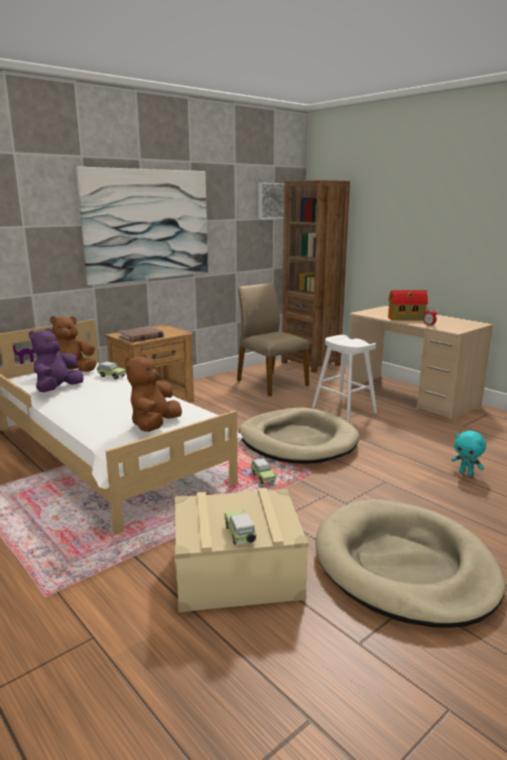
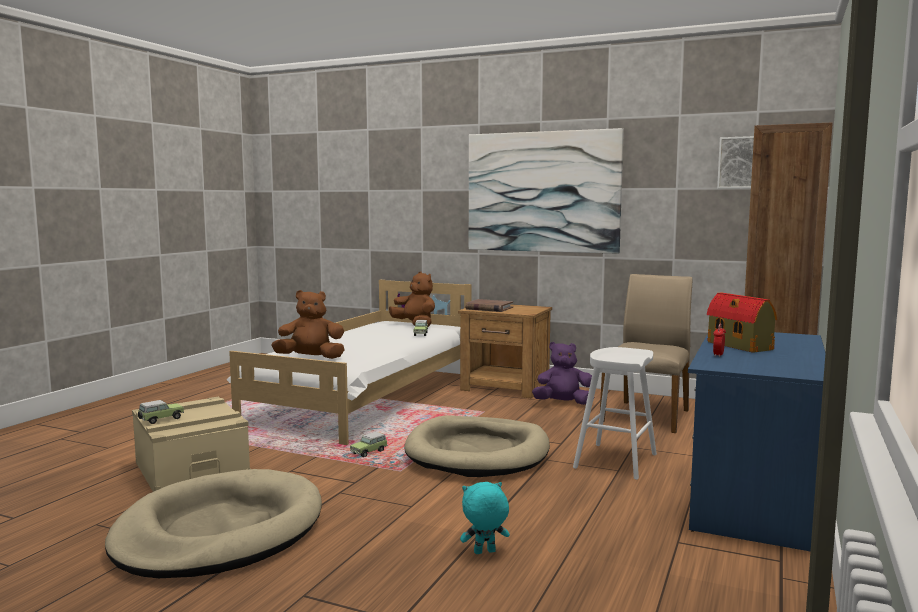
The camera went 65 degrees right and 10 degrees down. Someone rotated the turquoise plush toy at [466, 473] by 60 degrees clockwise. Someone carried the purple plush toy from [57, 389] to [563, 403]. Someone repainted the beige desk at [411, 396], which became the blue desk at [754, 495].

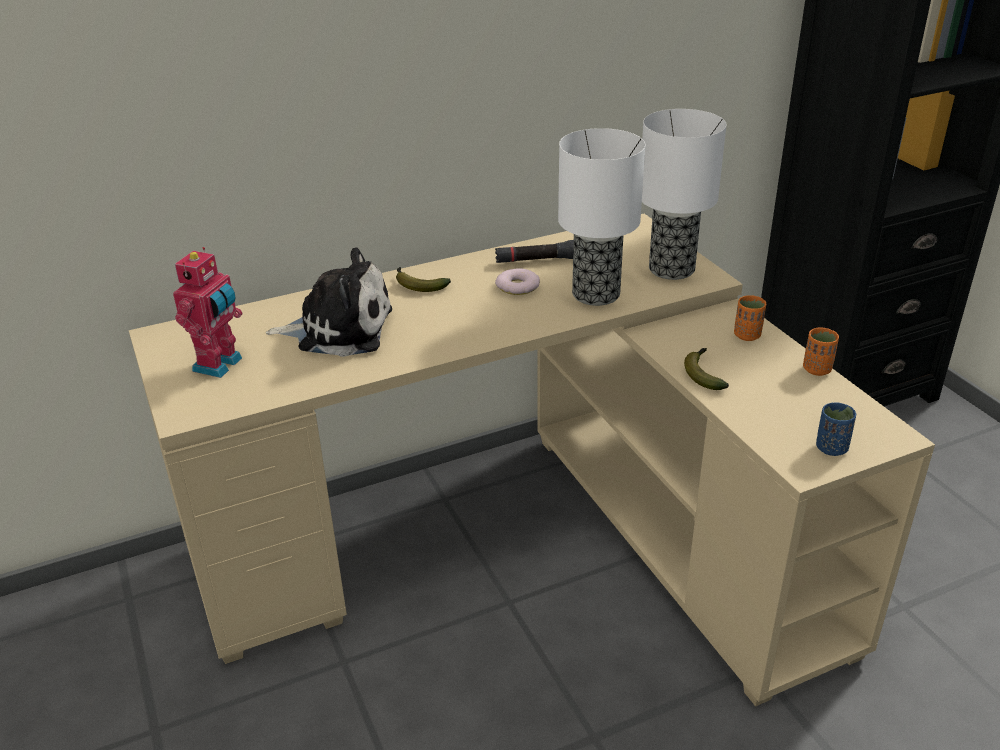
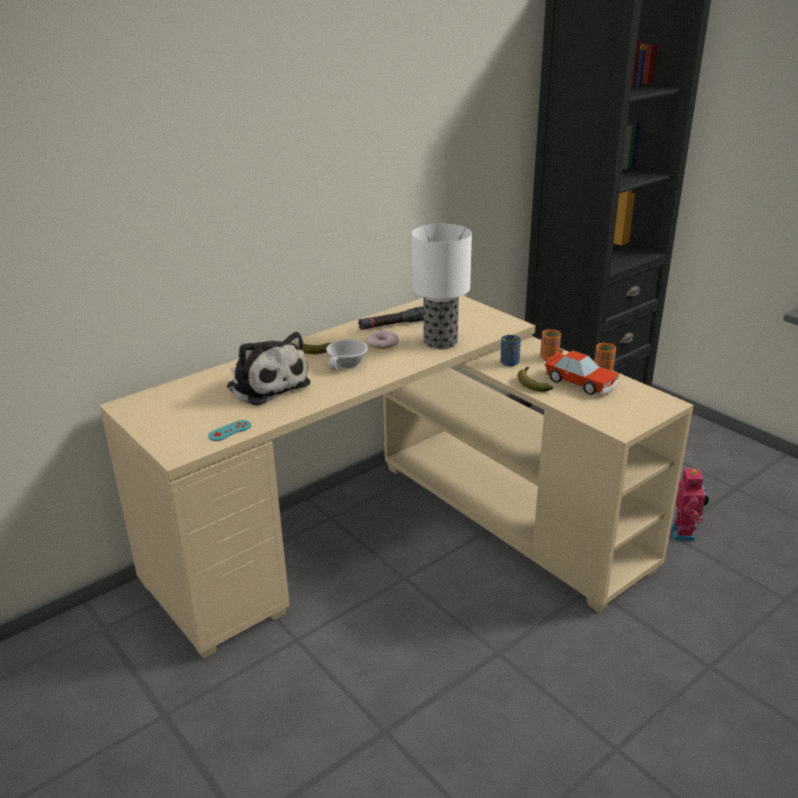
The camera went 15 degrees left and 5 degrees down. Someone put down the turquoise game controller at [230, 431]. Someone rotated the plush toy at [339, 329] by 60 degrees clockwise. Someone put down the white cup at [348, 365]. Someone carried the blue cup from [831, 448] to [509, 363]. Someone put down the toy car at [580, 383]. Someone carried the toy robot from [220, 365] to [684, 533]. Someone took away the table lamp at [670, 269].

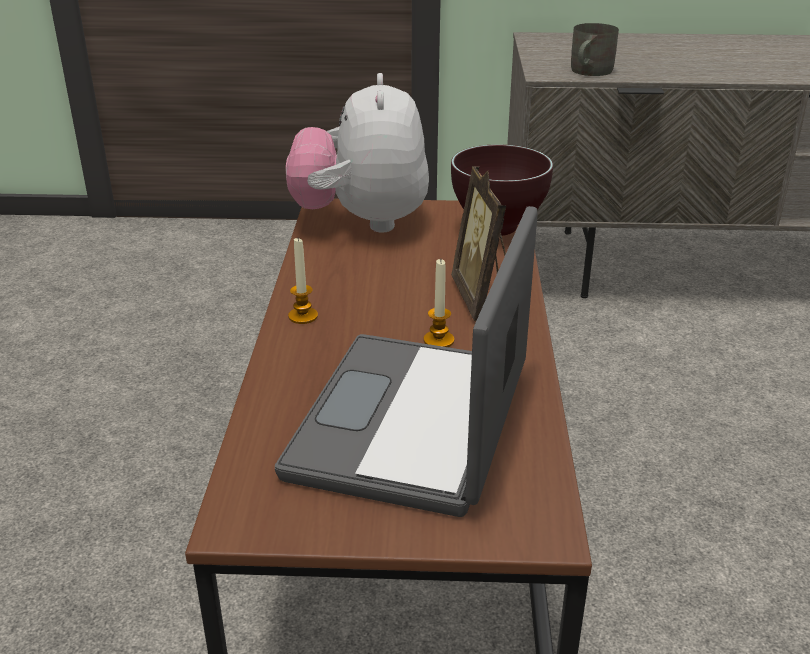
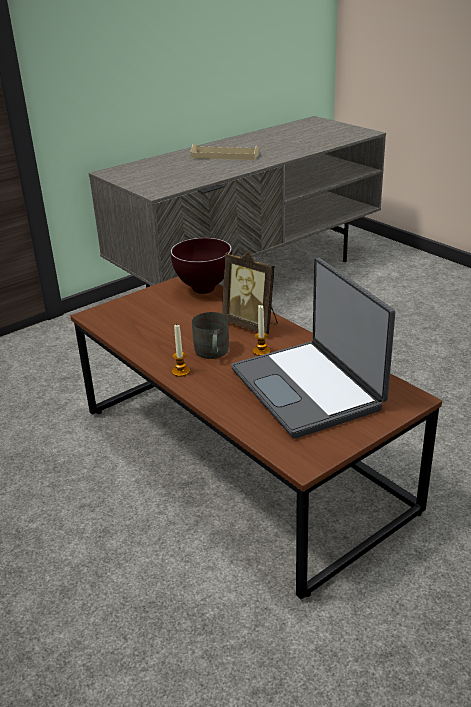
The camera went 40 degrees left and 0 degrees up. Someone put down the beige tray at [224, 156]. Someone carried the grey mug from [588, 71] to [212, 353]. Someone took away the plush toy at [362, 221].

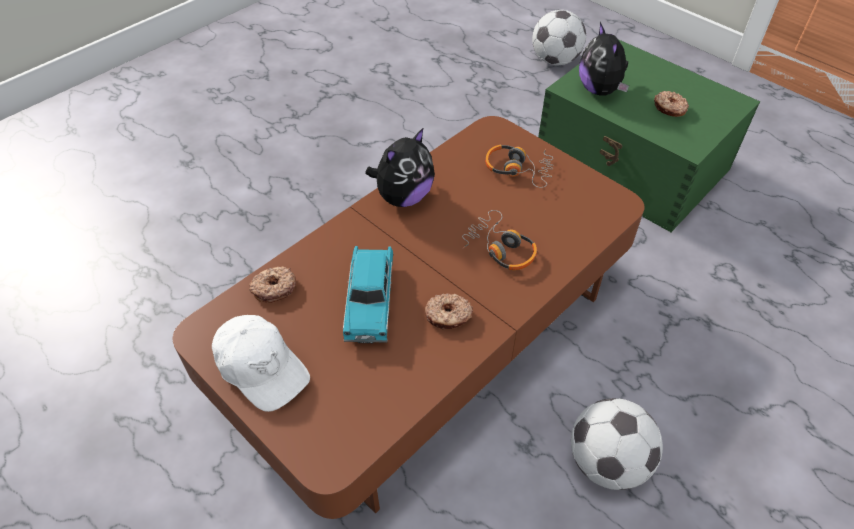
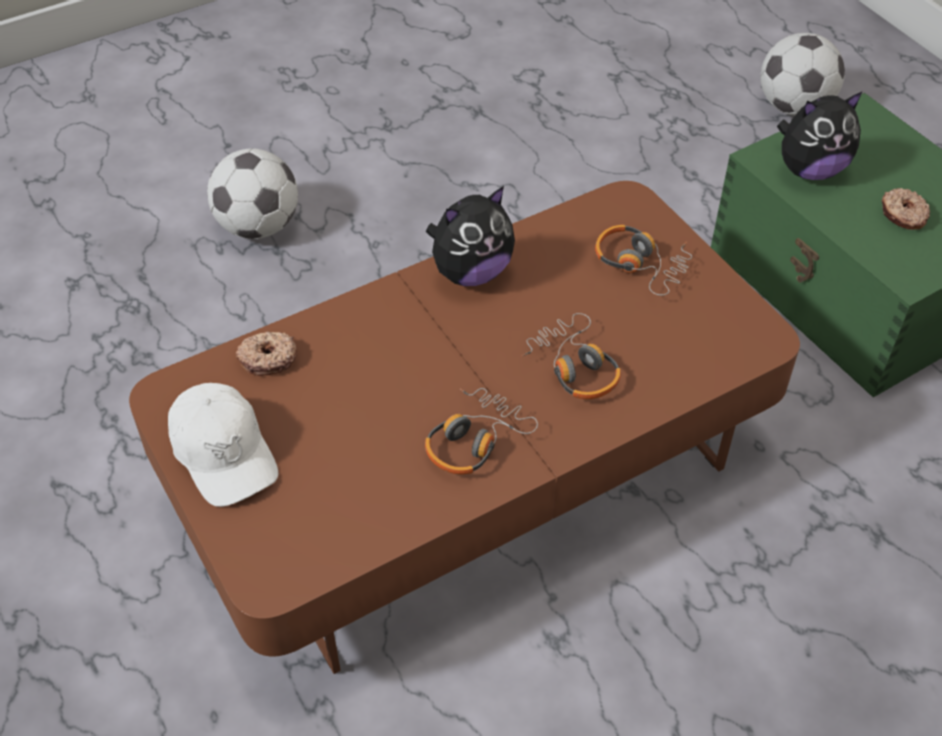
The camera went 15 degrees right and 0 degrees up. Someone carried the football from [607, 462] to [258, 226]. Someone swapped the donut at [448, 316] for the headphones at [474, 440]. Someone rotated the plush toy at [600, 90] by 105 degrees counterclockwise. Someone took away the turquoise toy car at [370, 302].

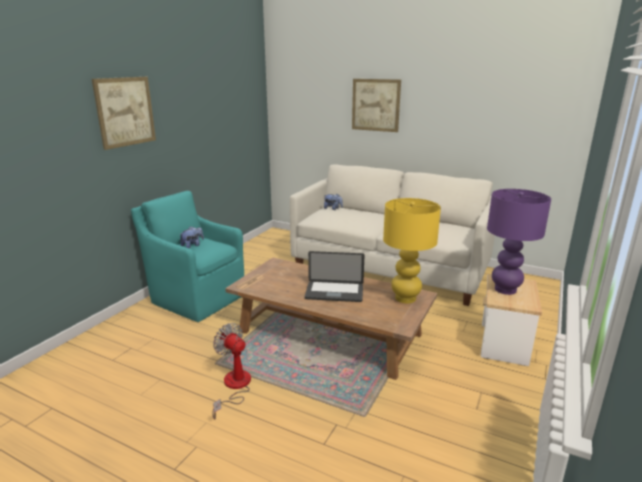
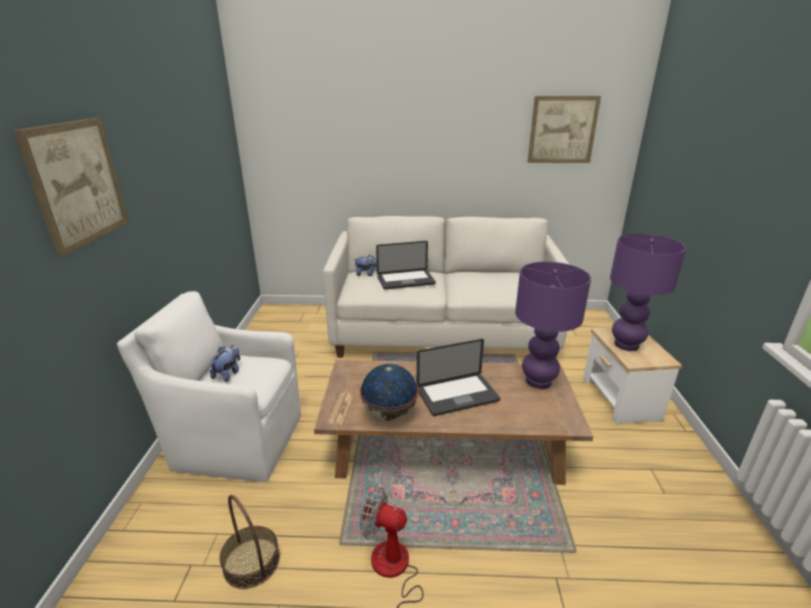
The camera went 25 degrees left and 5 degrees up. Someone repainted the turquoise armchair at [197, 298], which became the white armchair at [235, 441]. Someone put down the basket at [252, 562]. Someone put down the globe at [389, 414]. Someone put down the laptop at [406, 280]. Someone repainted the yellow table lamp at [405, 298], which became the purple table lamp at [538, 381]. Someone carried the picture from [375, 105] to [562, 130].

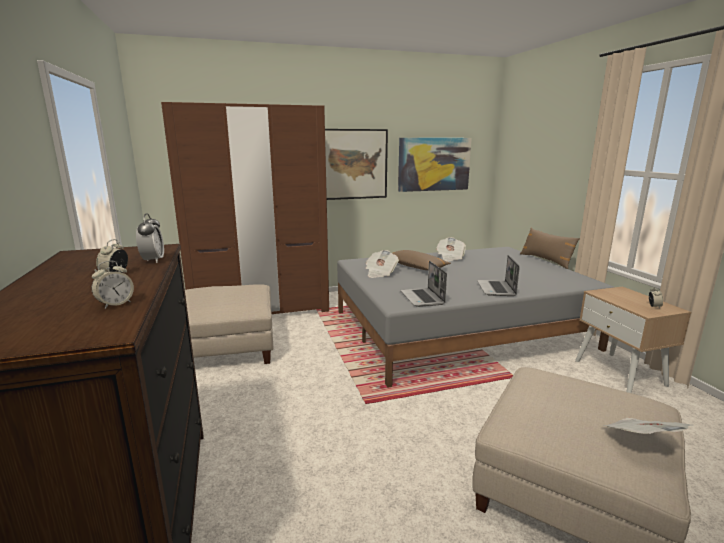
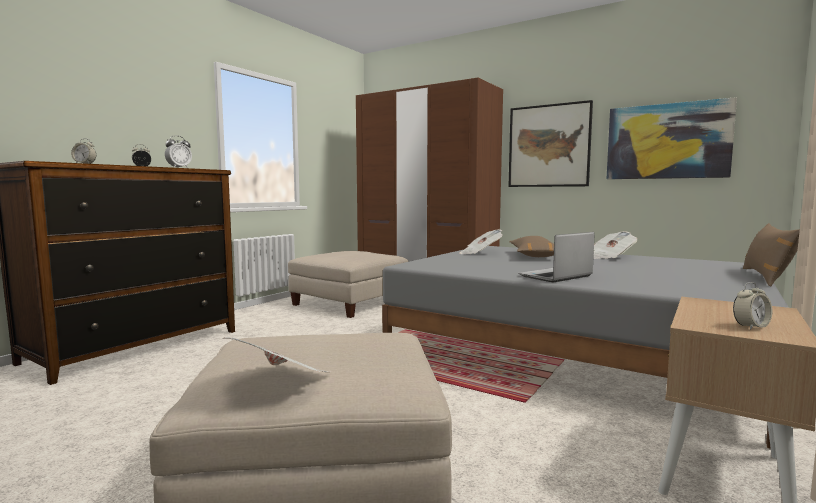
The camera went 50 degrees right and 10 degrees down. Someone took away the laptop at [422, 298].

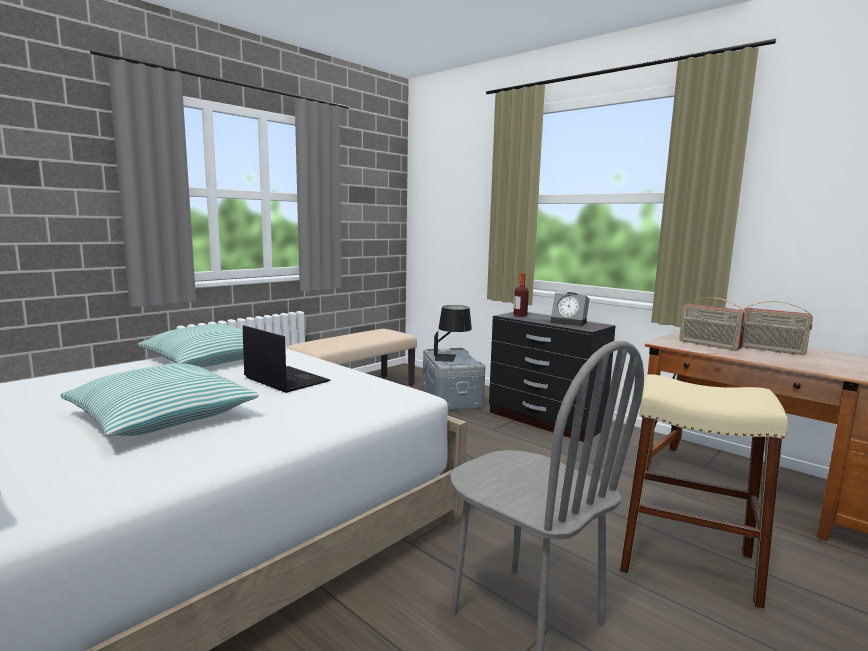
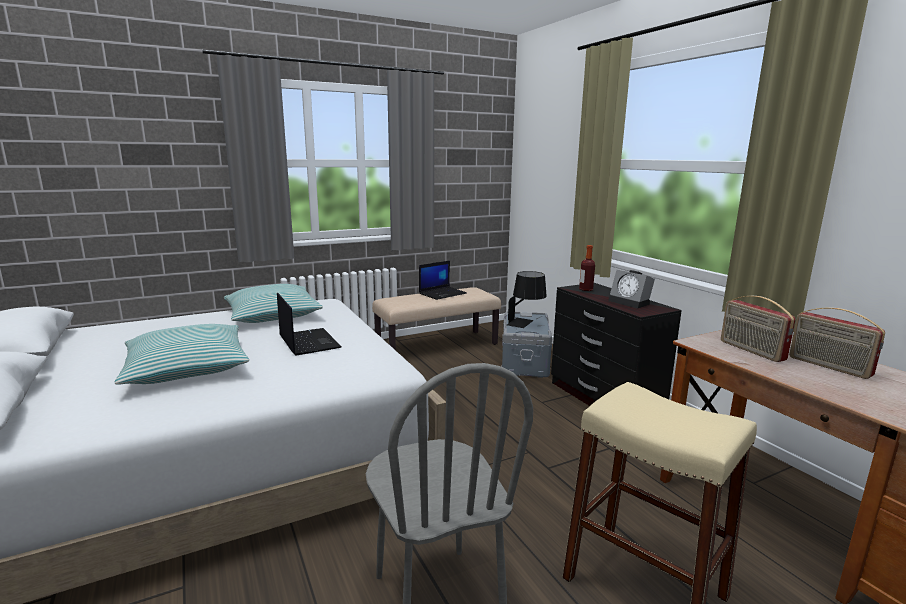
The camera went 20 degrees right and 5 degrees up. Someone put down the laptop at [443, 293].

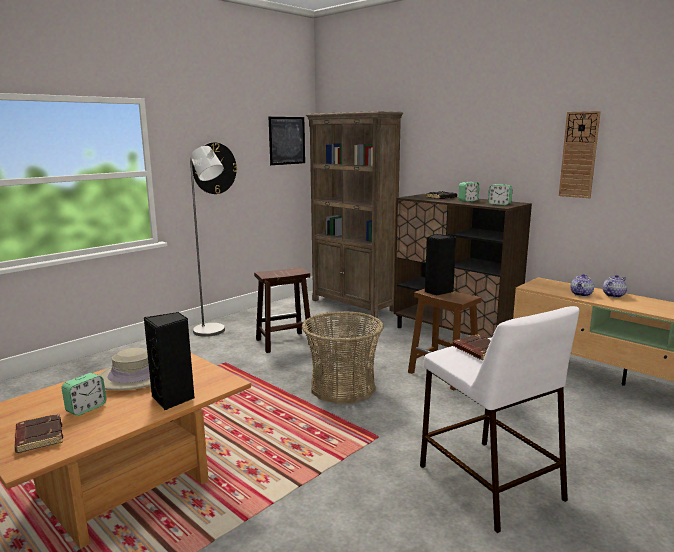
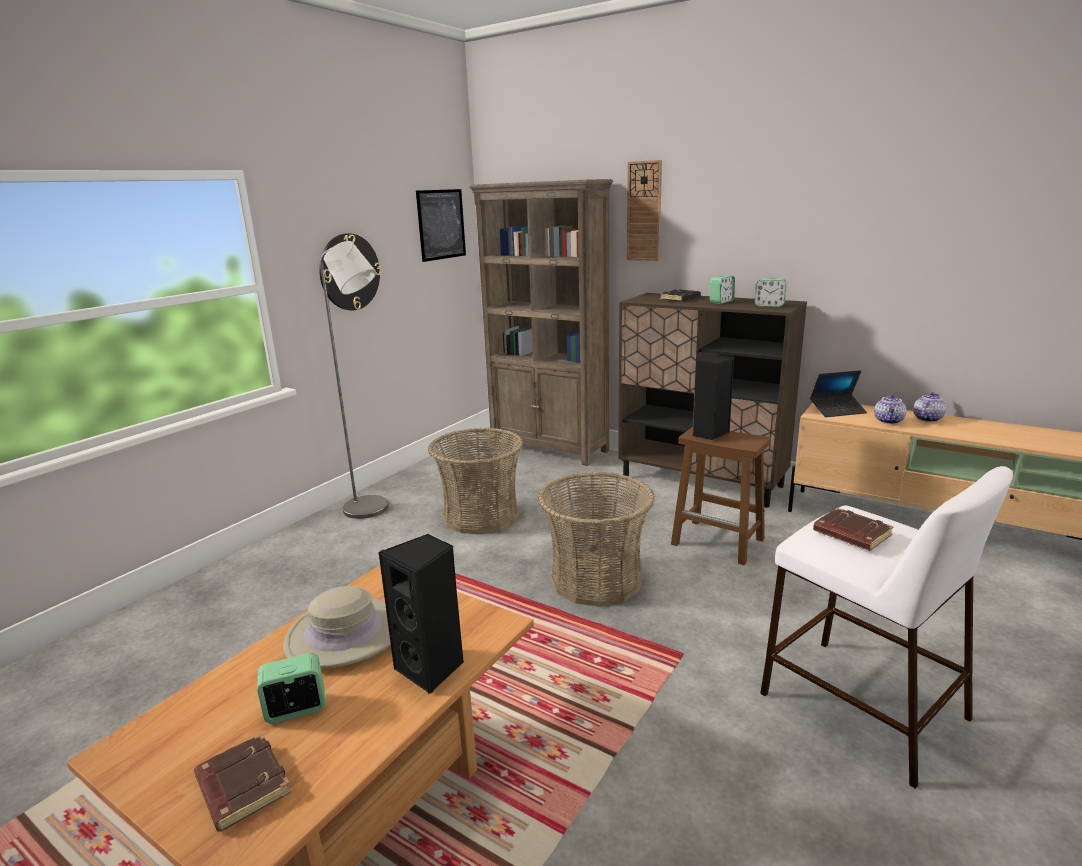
The camera went 10 degrees left and 5 degrees up. Someone rotated the alarm clock at [86, 408] by 135 degrees counterclockwise. Someone swapped the brown stool at [283, 342] for the basket at [481, 516]. Someone carried the wall clock from [579, 155] to [644, 211]. Someone put down the laptop at [837, 411].

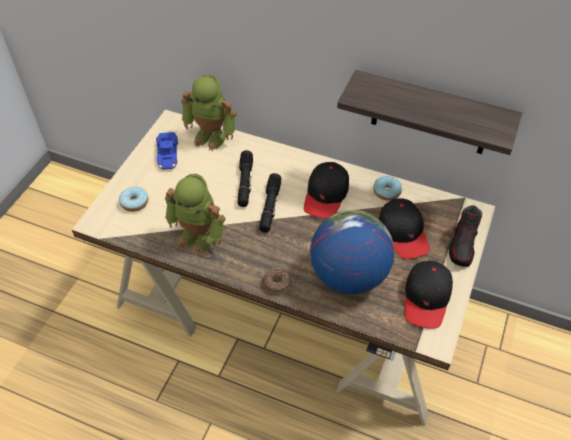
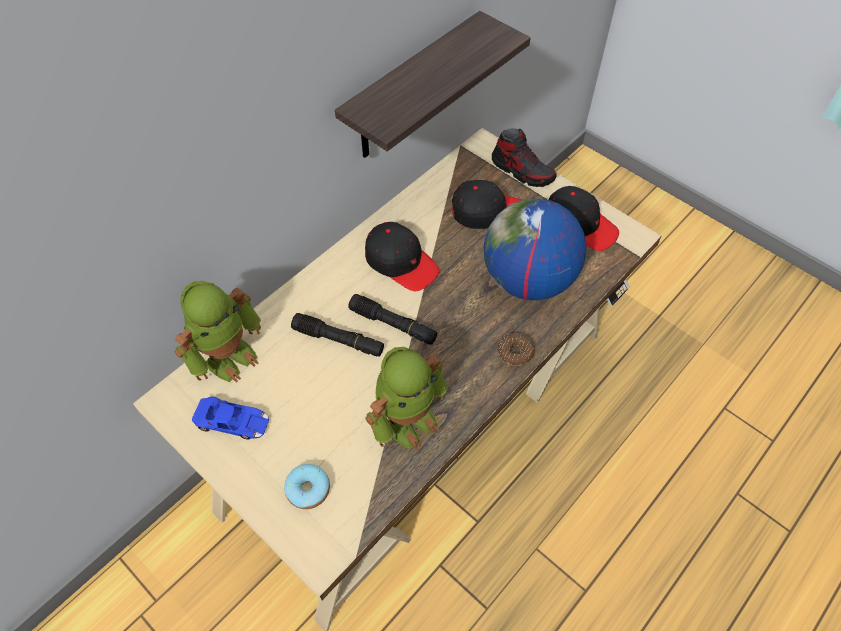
The camera went 70 degrees left and 5 degrees up. Someone took away the donut at [386, 192].

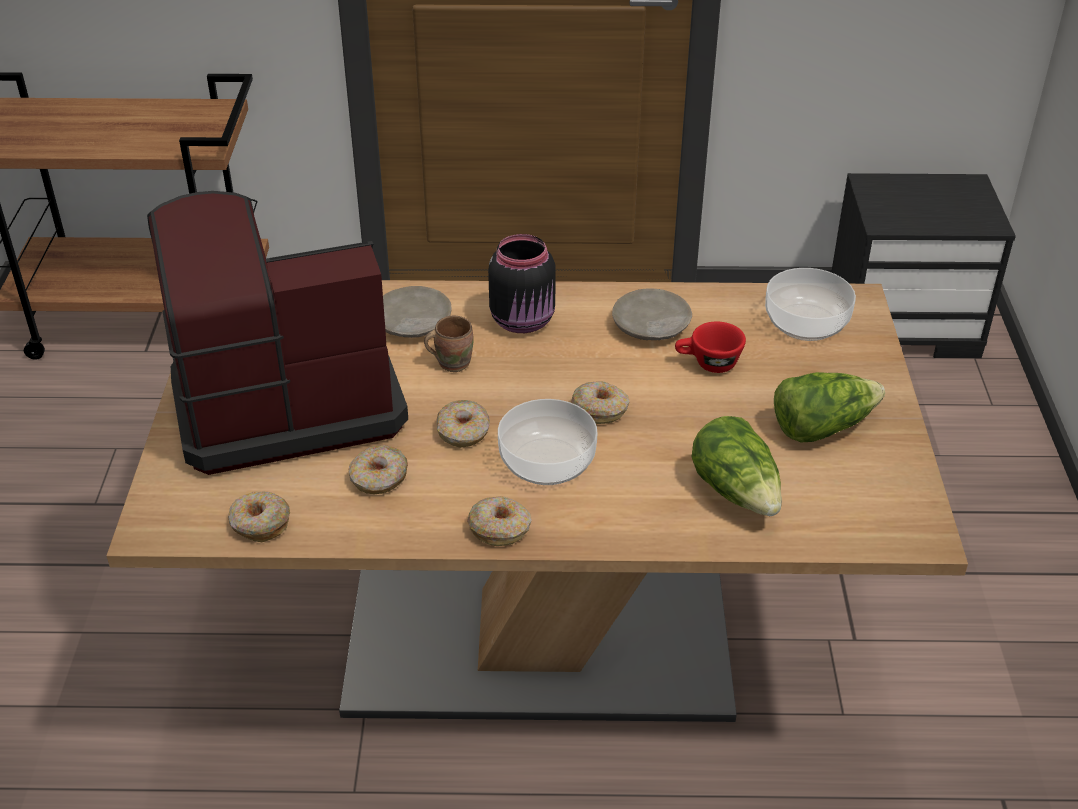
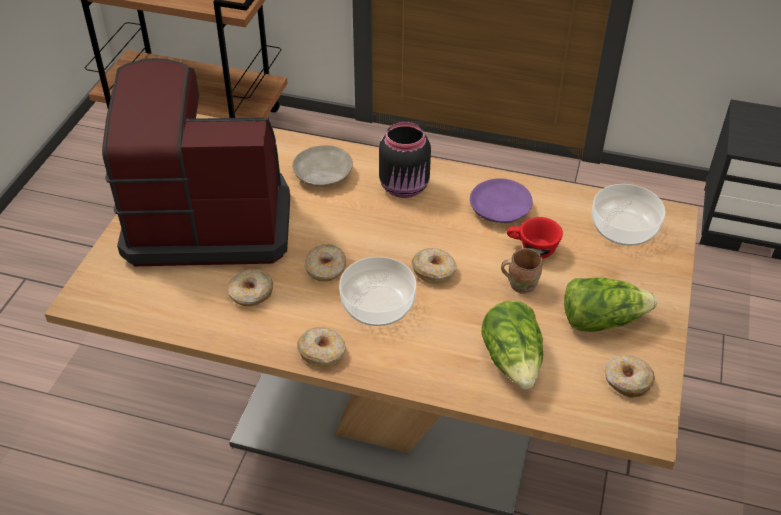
The camera went 15 degrees right and 5 degrees up. Someone repainted the beige plate at [650, 326], which became the purple plate at [499, 209]. Someone carried the brown mug from [452, 362] to [520, 284]. Someone carried the donut from [259, 524] to [626, 381].

